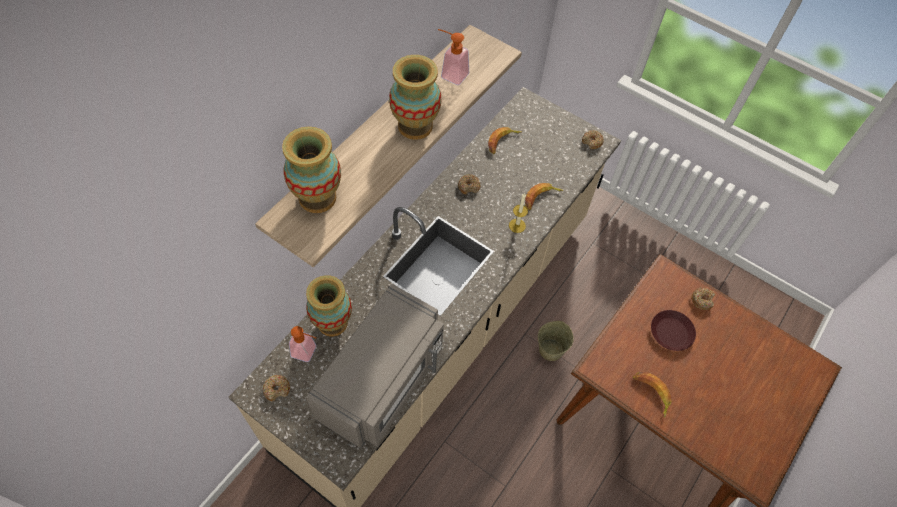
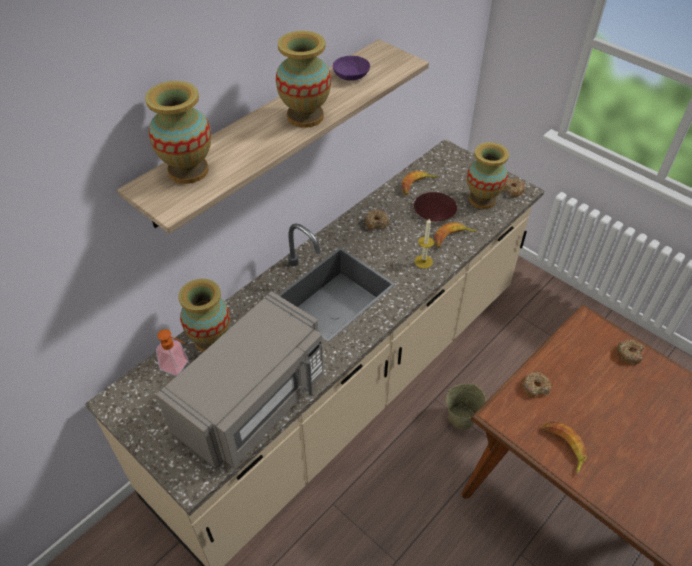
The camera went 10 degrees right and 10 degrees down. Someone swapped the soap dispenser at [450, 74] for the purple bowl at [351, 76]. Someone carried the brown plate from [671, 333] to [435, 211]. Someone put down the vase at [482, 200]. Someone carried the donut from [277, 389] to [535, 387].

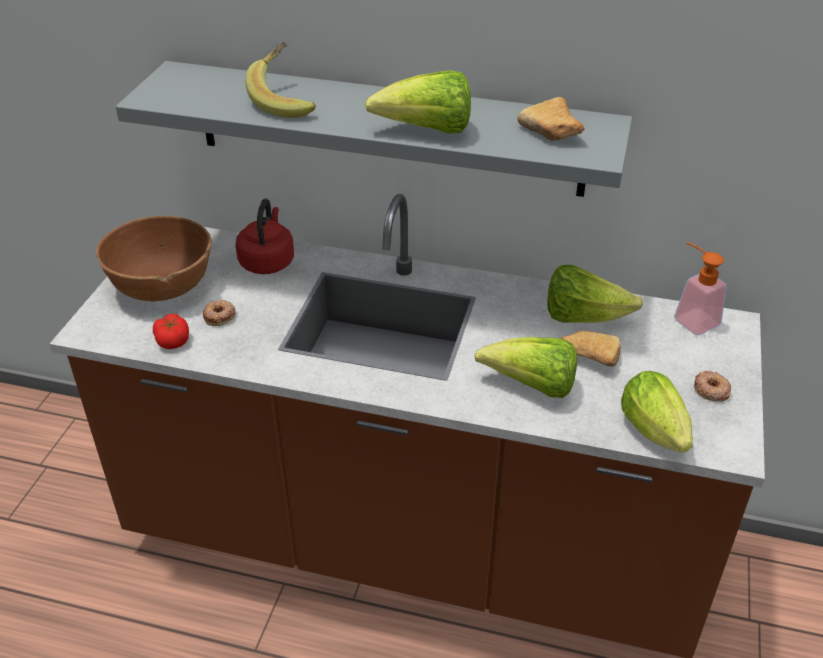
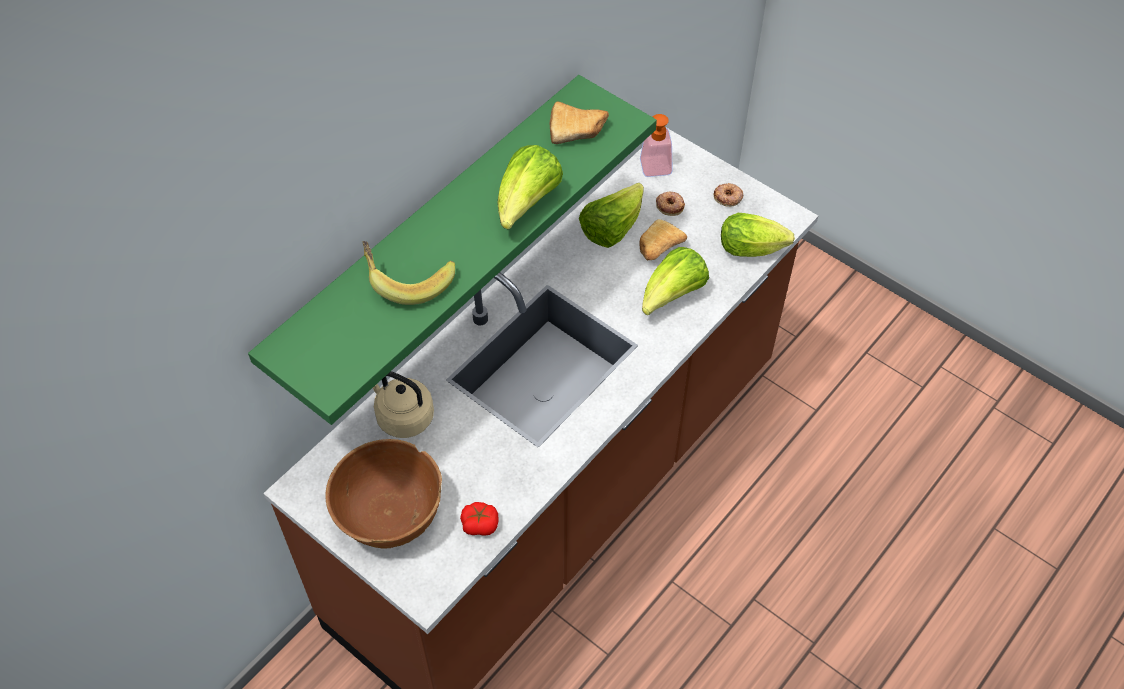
The camera went 65 degrees left and 15 degrees up. Someone repainted the grey shelf at [387, 128], which became the green shelf at [430, 231]. Someone repainted the red kettle at [267, 261], which became the beige kettle at [402, 416]. Someone carried the donut from [220, 316] to [670, 205].

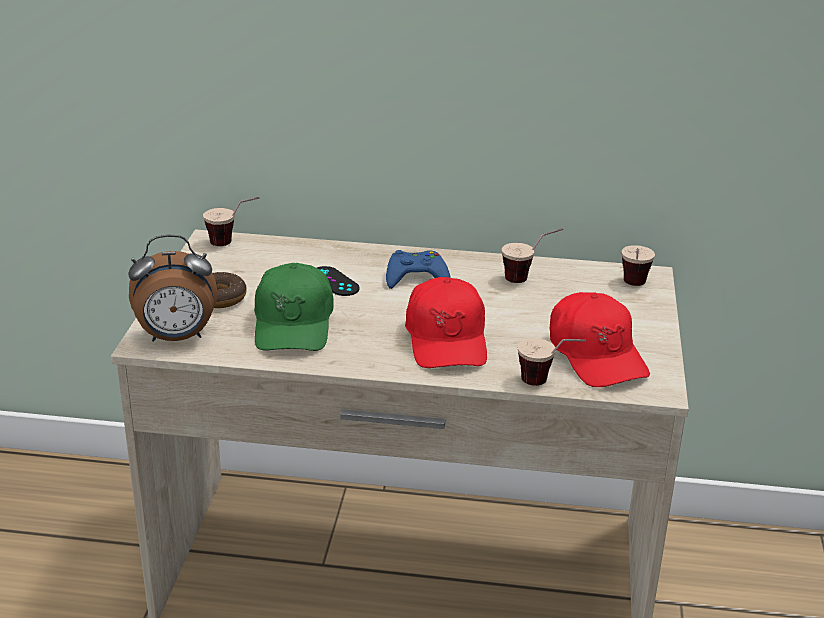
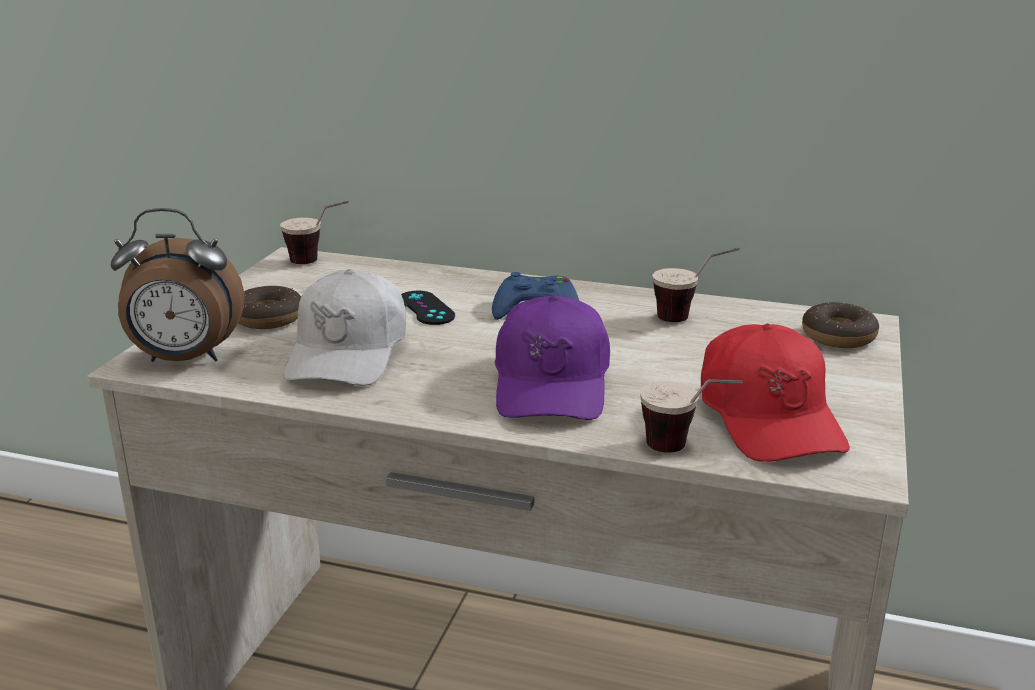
The camera went 10 degrees right and 5 degrees down. Someone repainted the green cap at [294, 324], which became the white cap at [348, 353]. Someone repainted the red cap at [447, 339], which became the purple cap at [552, 384]. Someone swapped the cup at [633, 287] for the donut at [838, 336].

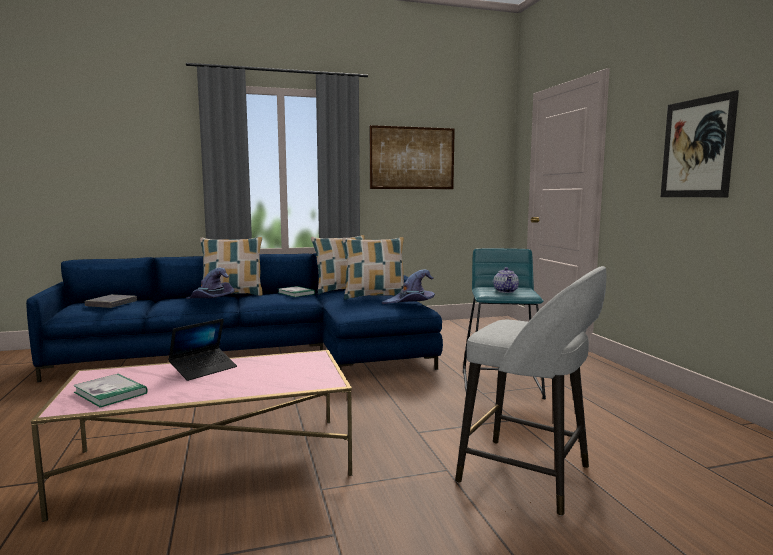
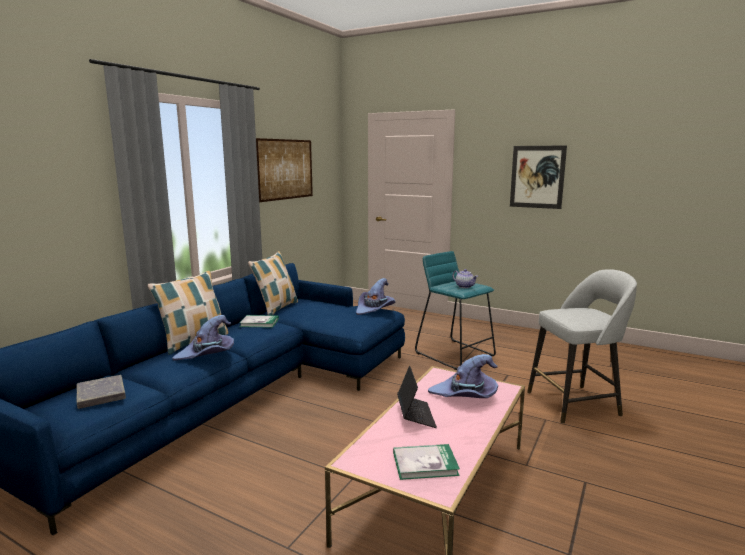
The camera went 45 degrees left and 5 degrees up. Someone put down the purple hat at [465, 395]. Someone took away the pillow at [374, 296].

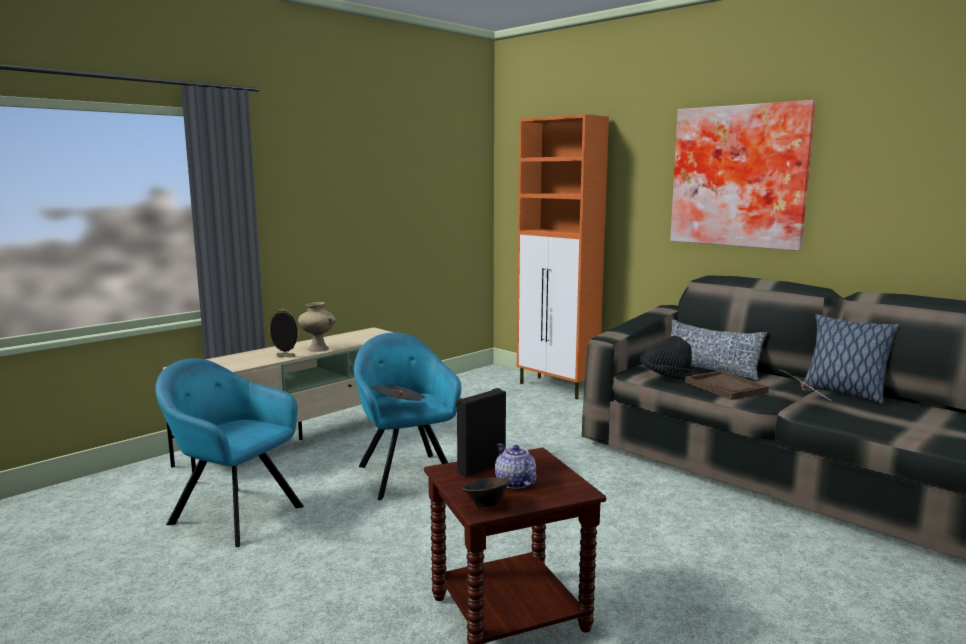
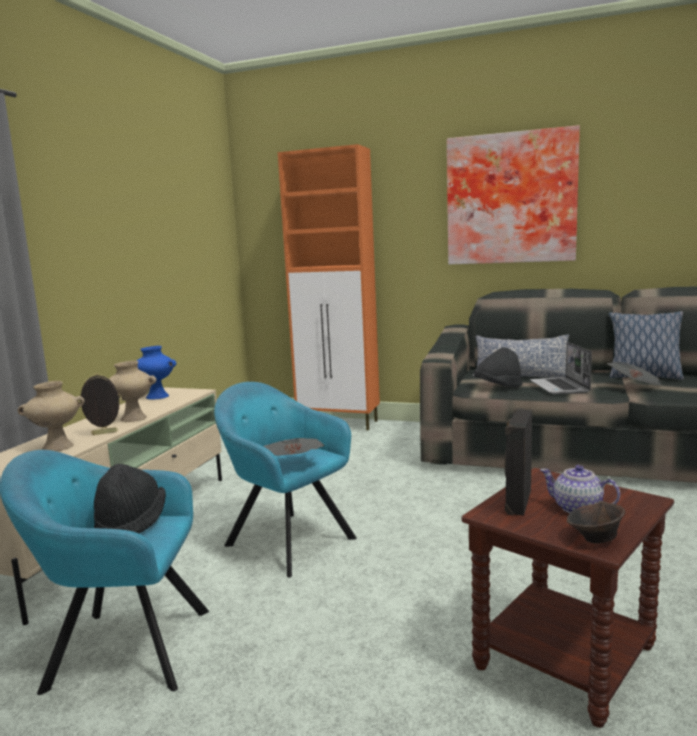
The camera went 25 degrees left and 0 degrees up. Someone put down the beige vase at [57, 447]. Someone put down the black hat at [131, 523]. Someone put down the blue vase at [156, 397]. Someone swapped the brown tray at [726, 387] for the laptop at [560, 387].

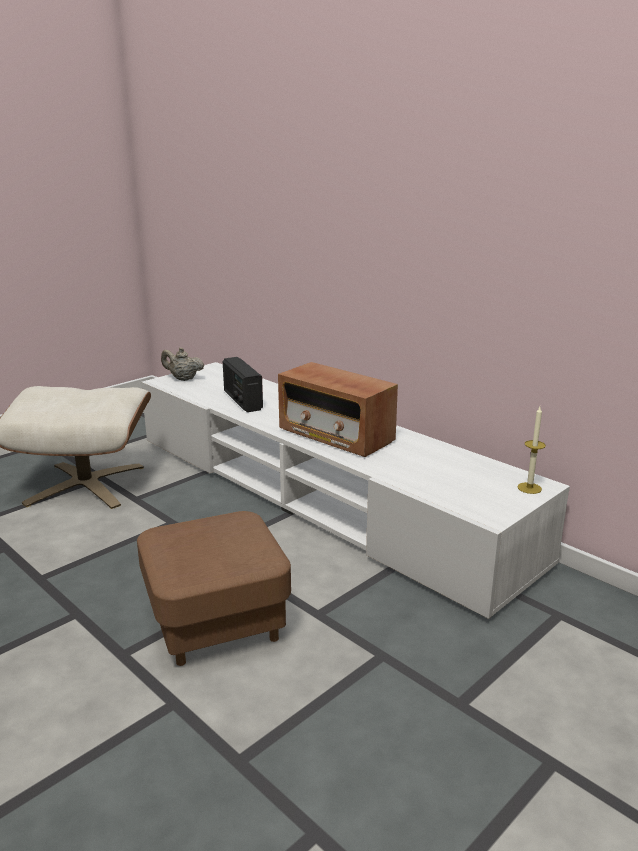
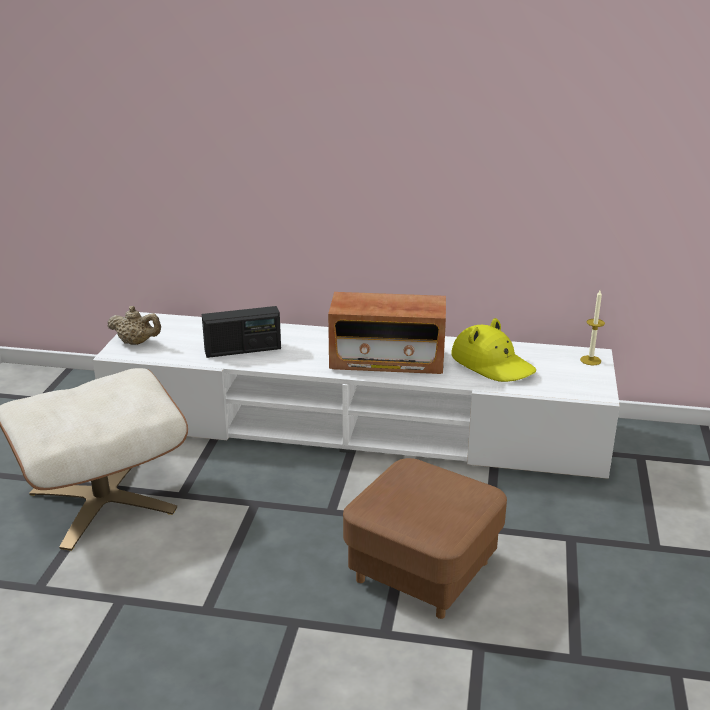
The camera went 35 degrees left and 5 degrees up. Someone rotated the beige teapot at [183, 379] by 150 degrees counterclockwise. Someone rotated the radio at [242, 400] by 45 degrees counterclockwise. Someone put down the yellow hat at [492, 364].

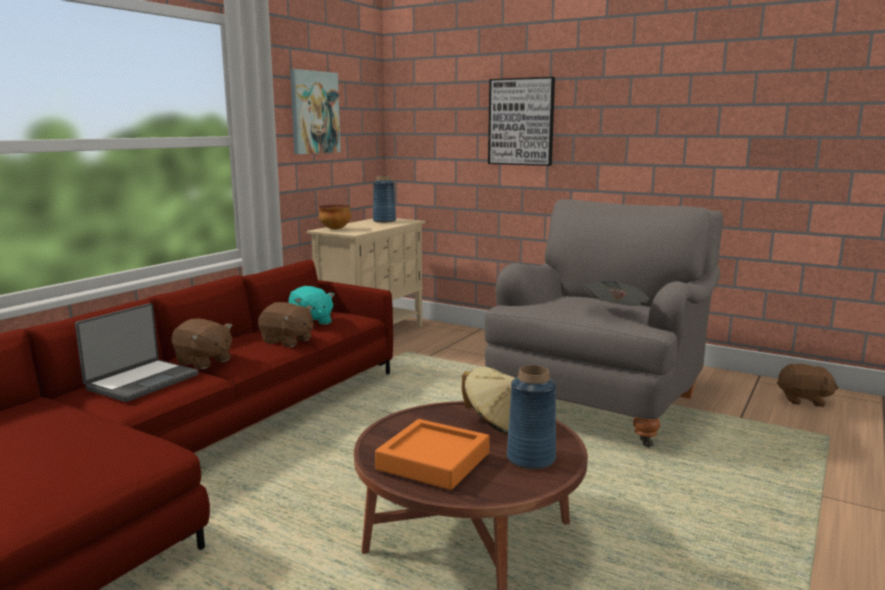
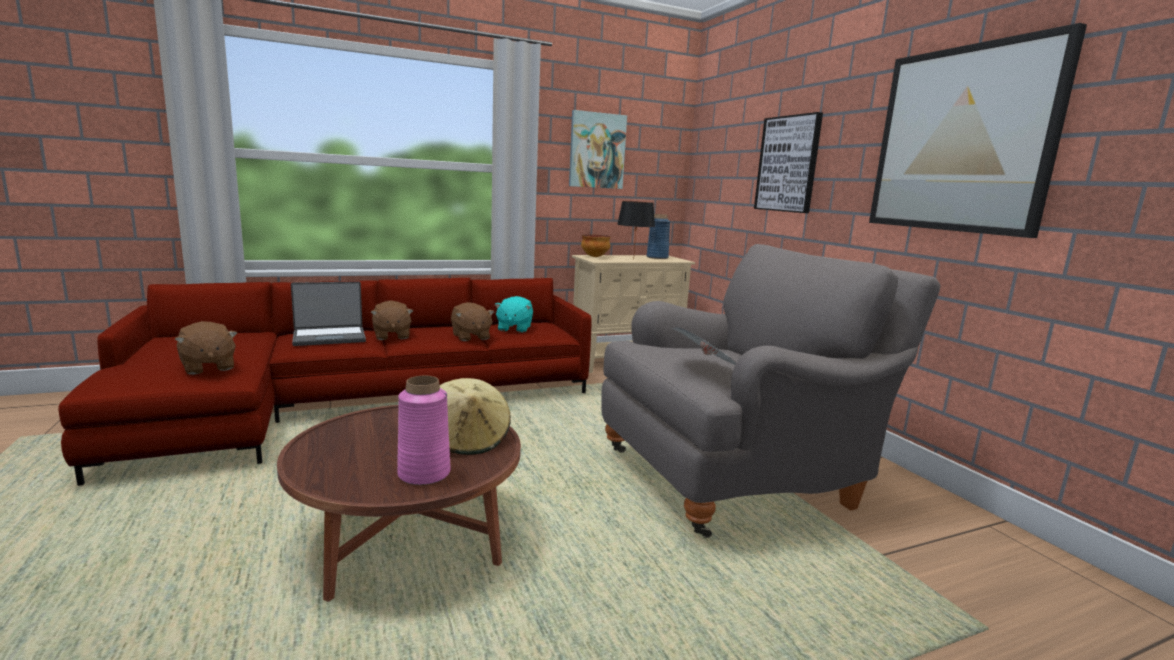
The camera went 35 degrees right and 0 degrees up. Someone carried the brown plush toy from [803, 400] to [207, 367]. Someone repainted the blue vase at [530, 459], which became the pink vase at [423, 473]. Someone put down the black table lamp at [633, 259]. Someone put up the picture at [962, 140]. Someone took away the orange tray at [433, 461].

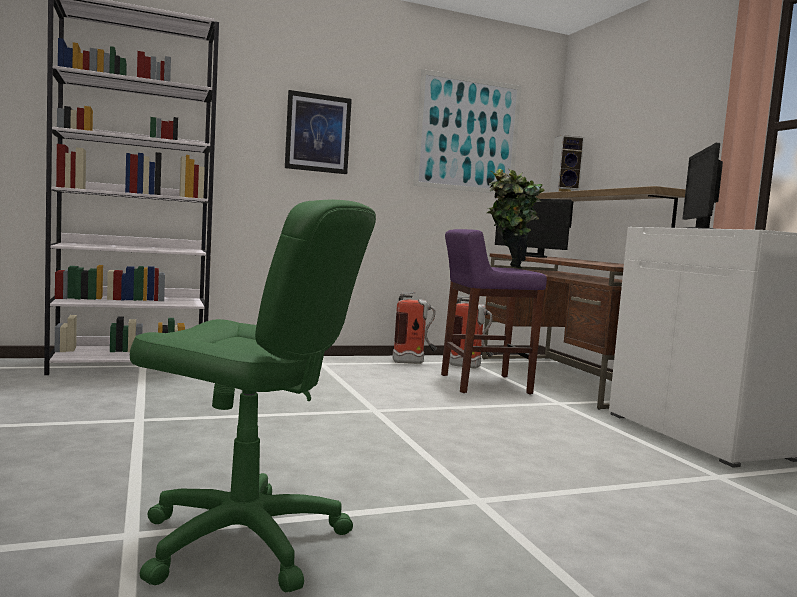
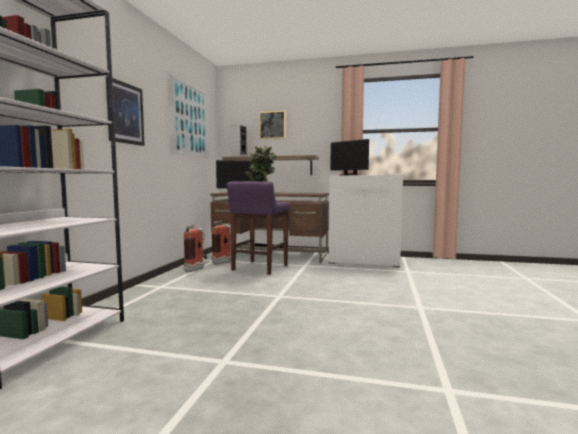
The camera went 55 degrees left and 0 degrees up. Someone put up the picture at [272, 125]. Someone took away the green office chair at [243, 541].

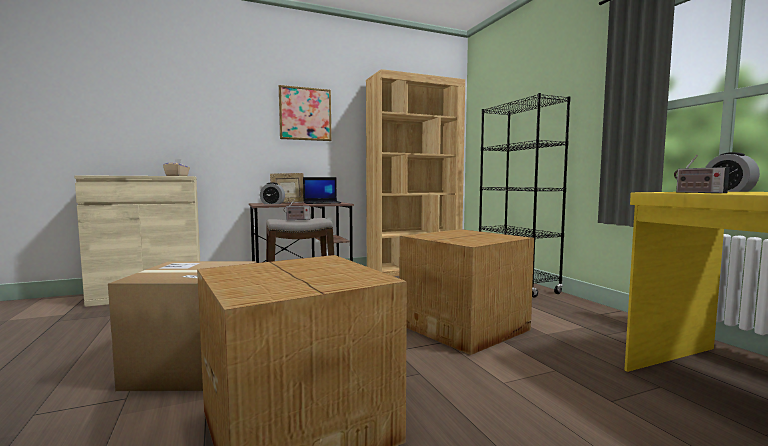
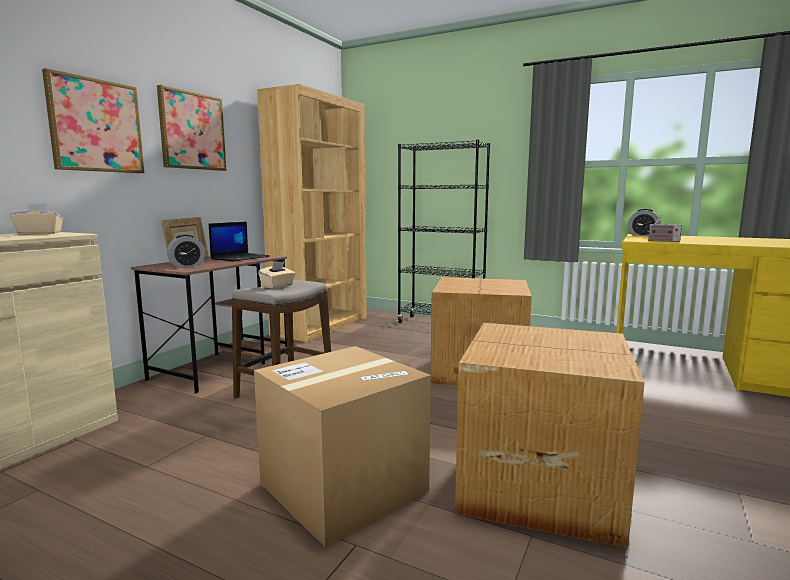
The camera went 40 degrees left and 5 degrees up. Someone put up the picture at [96, 126]. Someone swapped the radio at [297, 219] for the beige tissue box at [277, 286].

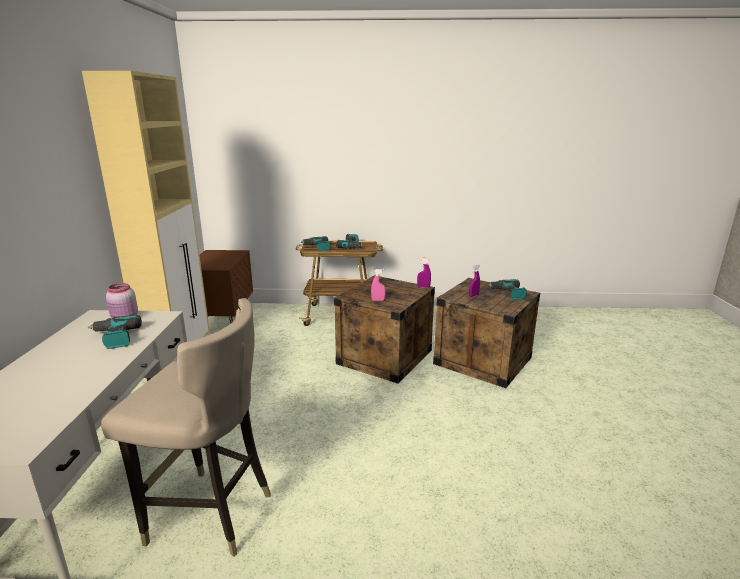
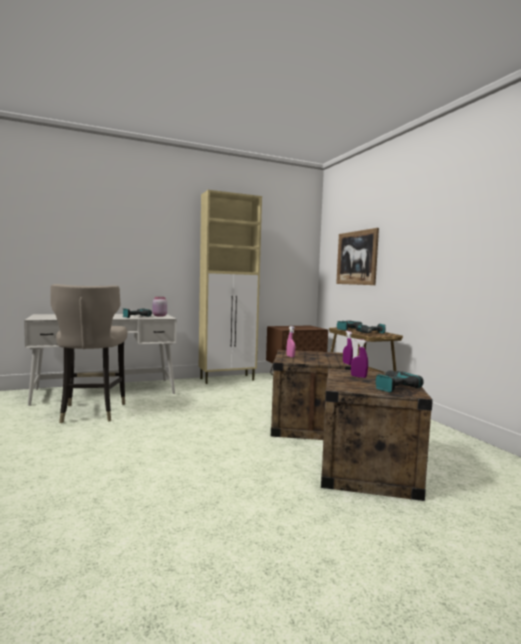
The camera went 65 degrees right and 15 degrees down. Someone put up the picture at [356, 258].

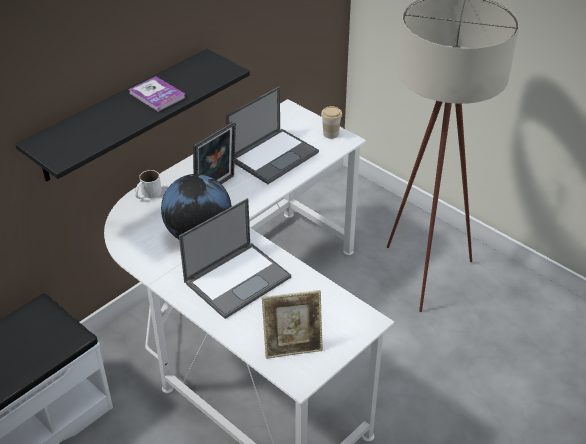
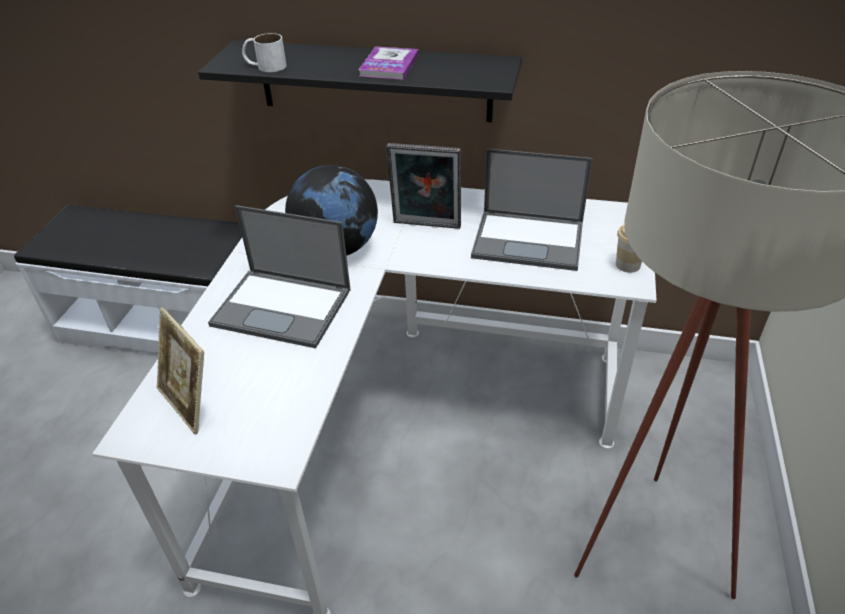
The camera went 60 degrees right and 0 degrees up. Someone carried the white mug from [147, 194] to [265, 66].

